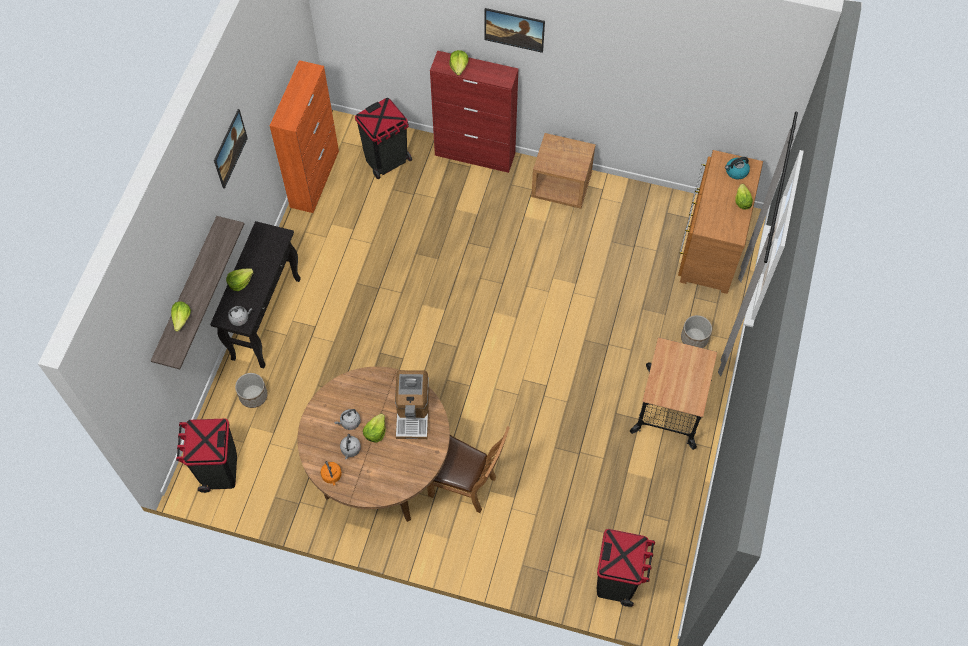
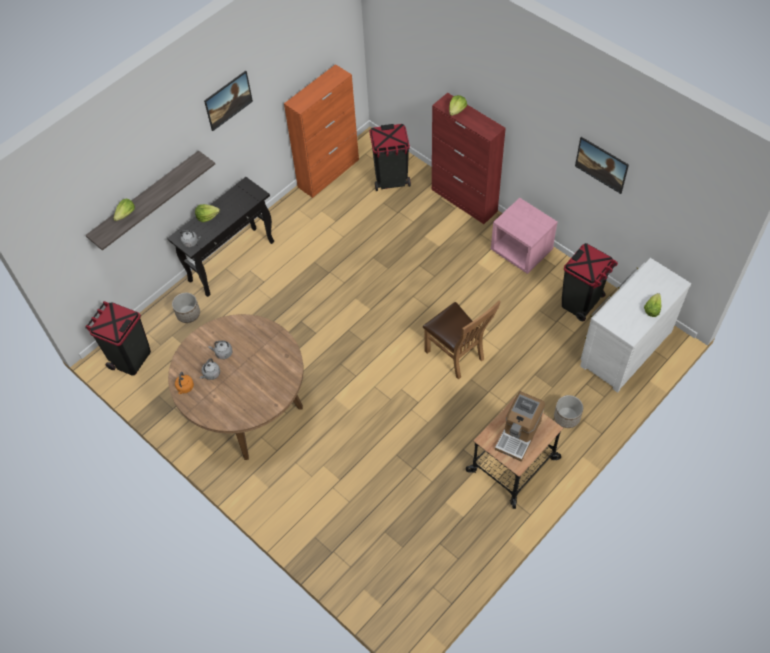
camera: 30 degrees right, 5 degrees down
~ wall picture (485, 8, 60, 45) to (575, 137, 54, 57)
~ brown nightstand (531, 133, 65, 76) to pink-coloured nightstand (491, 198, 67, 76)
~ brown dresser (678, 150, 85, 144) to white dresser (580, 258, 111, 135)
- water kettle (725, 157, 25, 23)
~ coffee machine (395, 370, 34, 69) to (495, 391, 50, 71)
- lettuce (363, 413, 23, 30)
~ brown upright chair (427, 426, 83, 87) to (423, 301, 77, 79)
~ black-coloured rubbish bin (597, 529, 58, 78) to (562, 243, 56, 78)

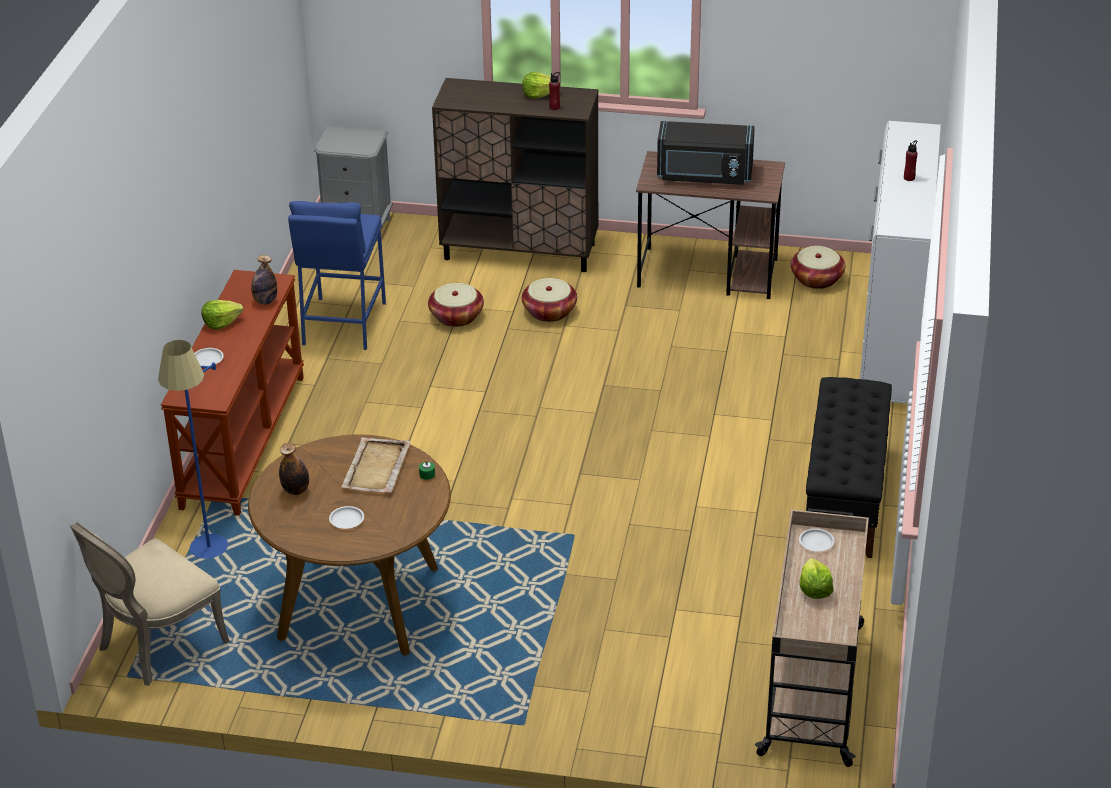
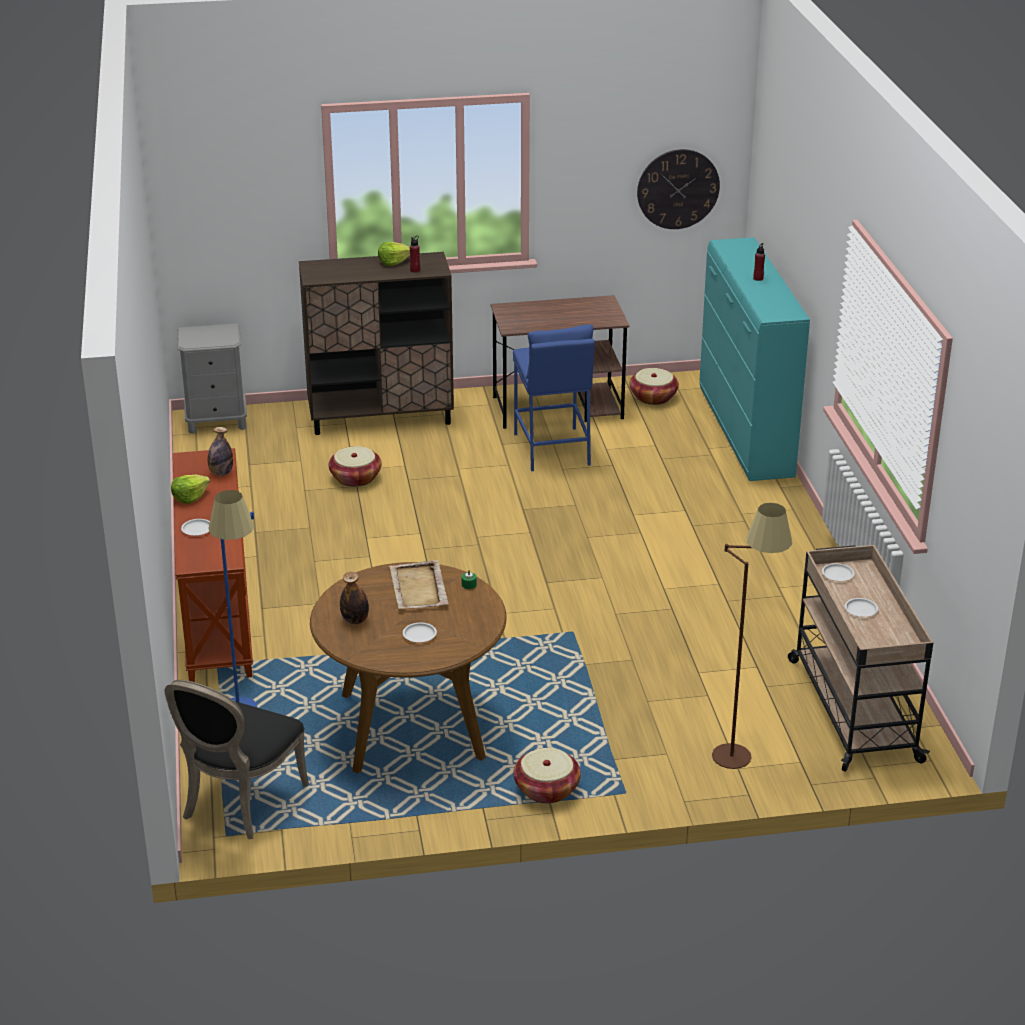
camera: 20 degrees left, 5 degrees down
- black-coloured microwave oven (657, 121, 98, 64)
~ white dresser (860, 121, 81, 283) to turquoise dresser (699, 237, 111, 244)
~ blue-coloured sitting stool (288, 201, 98, 149) to (513, 325, 82, 146)
~ basket (522, 278, 55, 44) to (513, 748, 68, 56)
- black-coloured long seat (806, 377, 86, 181)
~ beige upright chair (69, 522, 160, 164) to black-coloured upright chair (165, 680, 144, 159)
~ lettuce (800, 558, 34, 41) to white plate (845, 598, 33, 19)
+ clock on the wall (637, 149, 83, 80)
+ brown standing lamp (712, 503, 80, 266)

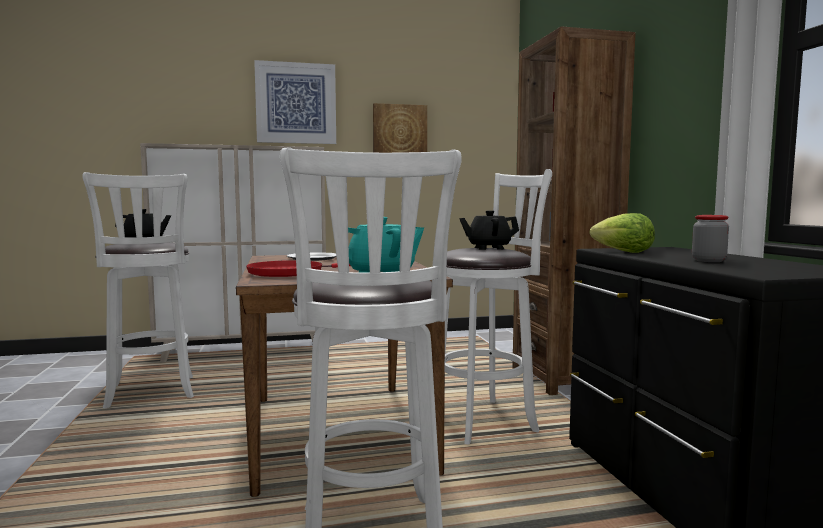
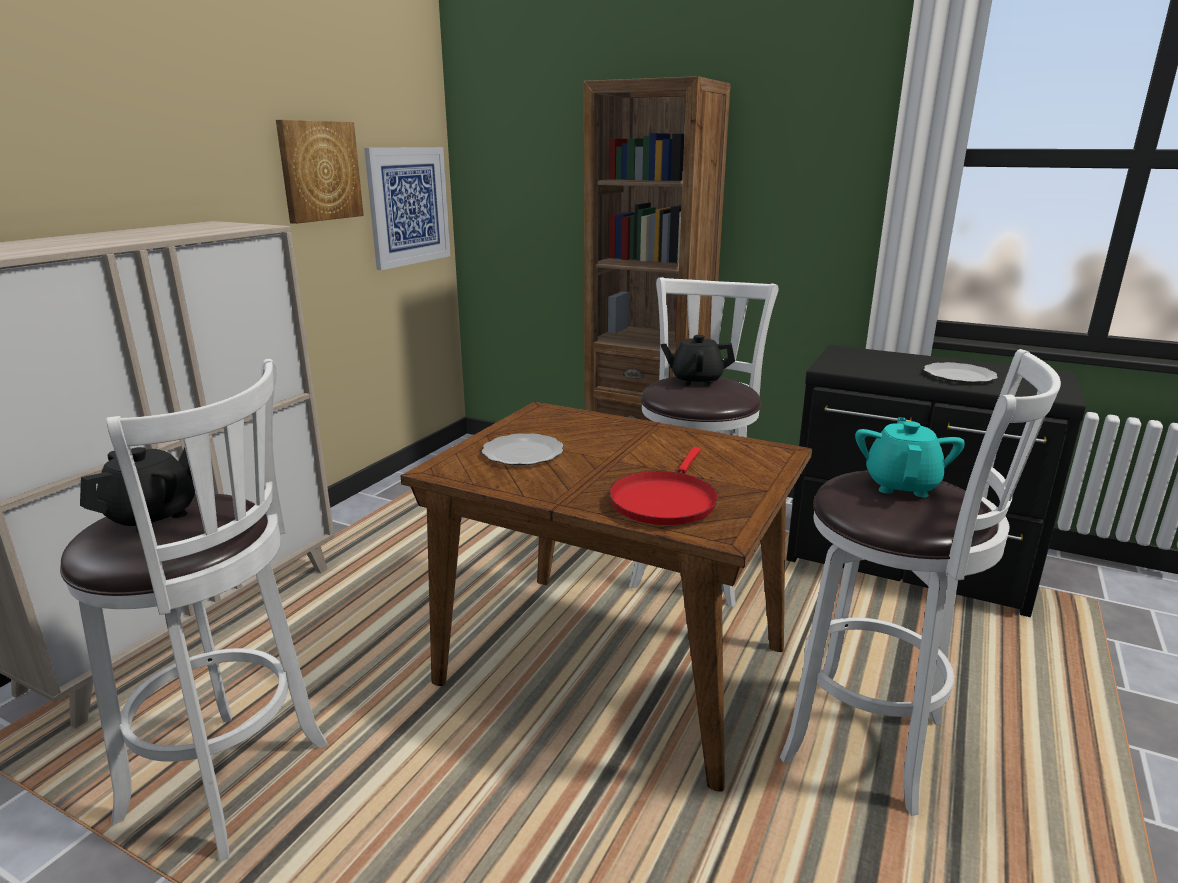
camera: 50 degrees left, 15 degrees up
~ wall picture (254, 60, 82, 84) to (364, 147, 86, 123)
~ black-coloured tea pot (459, 210, 60, 40) = (660, 335, 75, 51) 60 degrees clockwise
- lettuce (590, 213, 65, 40)
~ preserve jar (692, 215, 37, 47) to plate (924, 362, 74, 21)

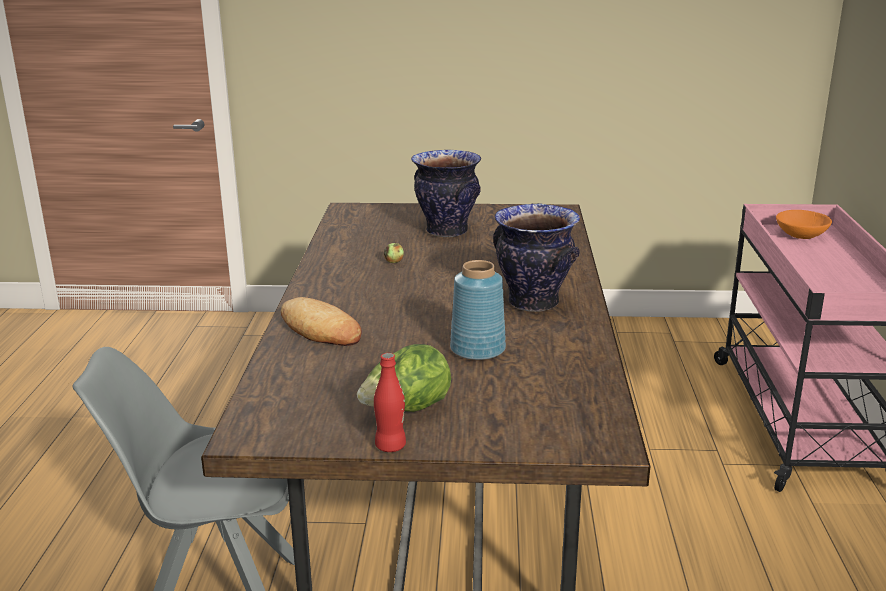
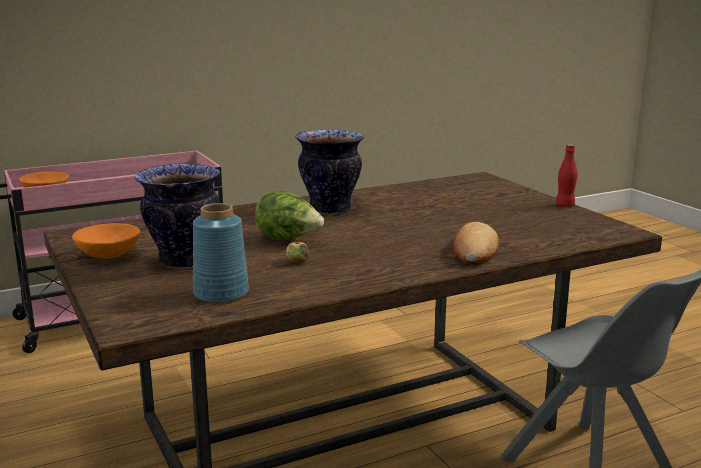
camera: 120 degrees left, 5 degrees down
~ blue-coloured decorative vase (450, 260, 56, 100) to (193, 203, 56, 100)
~ lettuce (357, 344, 94, 68) to (255, 191, 69, 49)
+ orange serving bowl (72, 223, 68, 36)

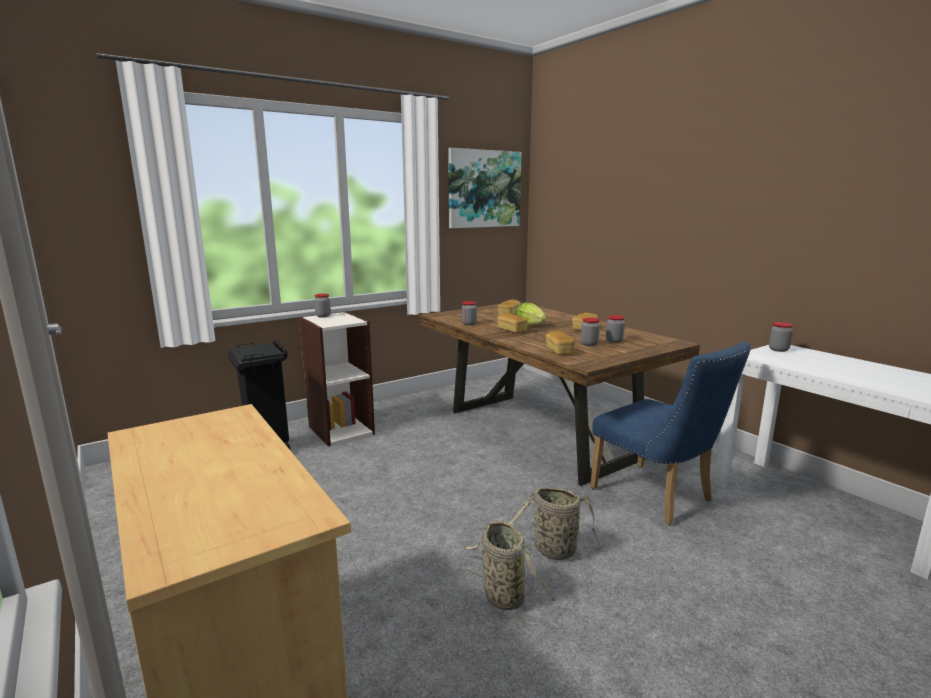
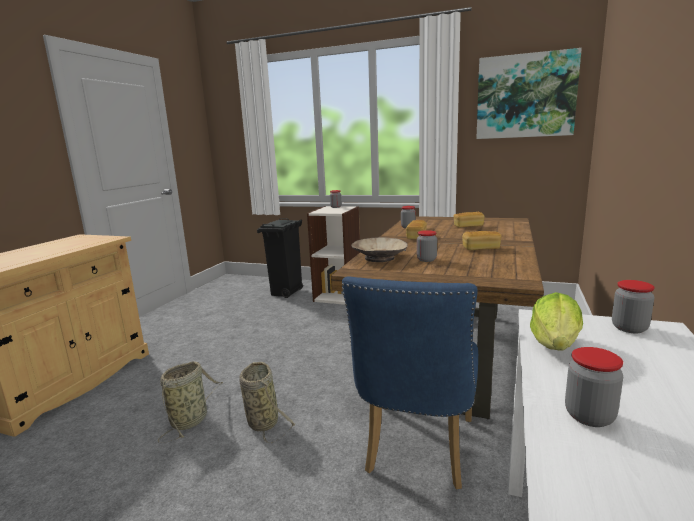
camera: 55 degrees right, 0 degrees up
~ lettuce (516, 302, 30, 24) to (530, 292, 53, 59)
~ preserve jar (606, 315, 19, 28) to (565, 347, 58, 80)
~ baked bread (546, 331, 29, 24) to beige serving bowl (351, 237, 57, 25)

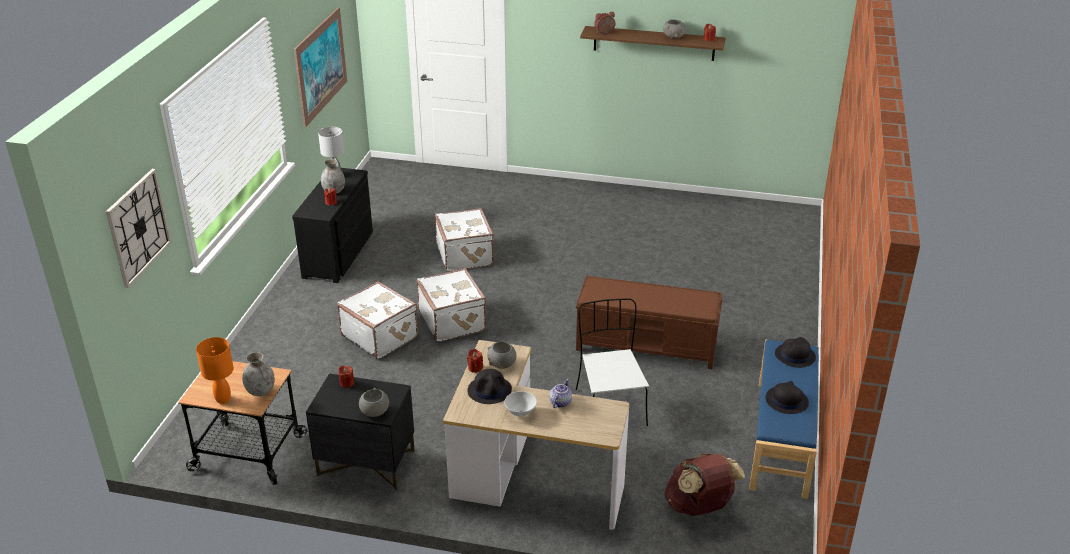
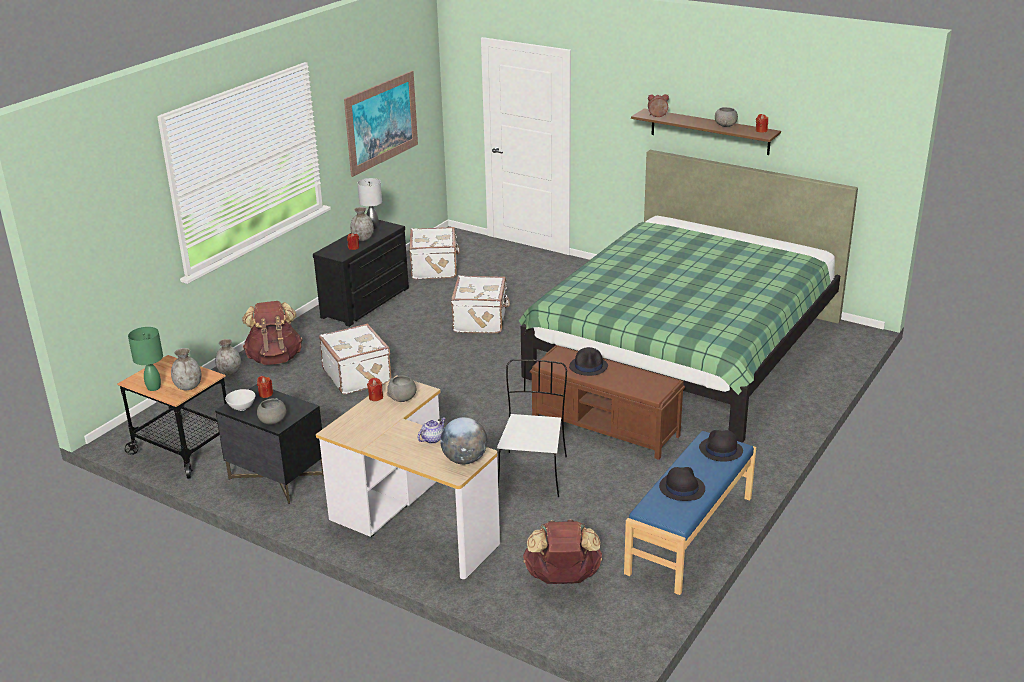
camera: 20 degrees right, 5 degrees down
- clock on the wall (106, 169, 65, 119)
~ white piece of luggage (417, 268, 70, 74) to (409, 227, 51, 52)
~ orange lamp for a table (196, 337, 38, 67) to green lamp for a table (128, 327, 35, 64)
~ black-coloured wearable hat (468, 369, 44, 35) to (569, 347, 39, 29)
~ white serving bowl (505, 391, 32, 26) to (225, 389, 30, 22)
+ green sleeping bed (519, 150, 339, 293)
+ brown backpack (242, 301, 61, 64)
+ gray decorative vase (215, 339, 26, 36)
+ world globe (440, 417, 47, 47)

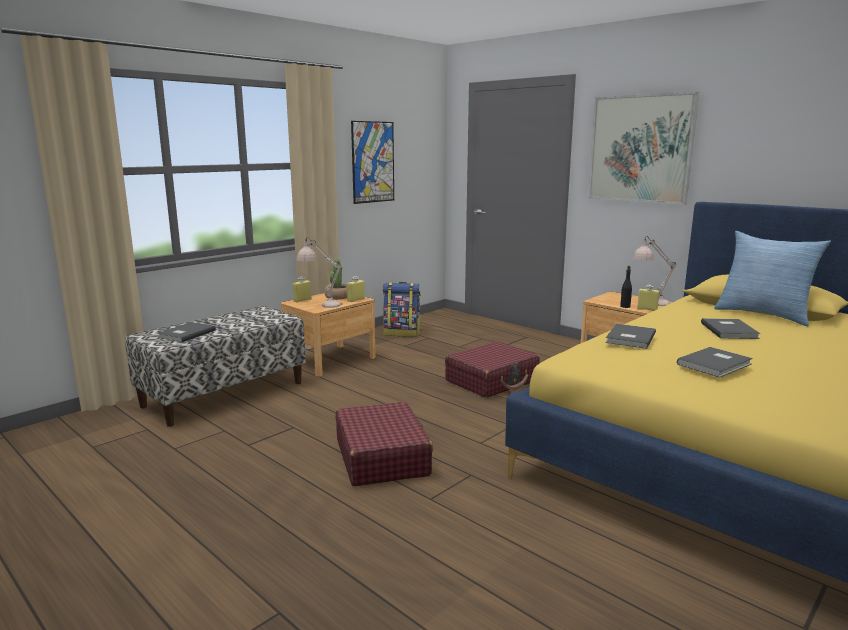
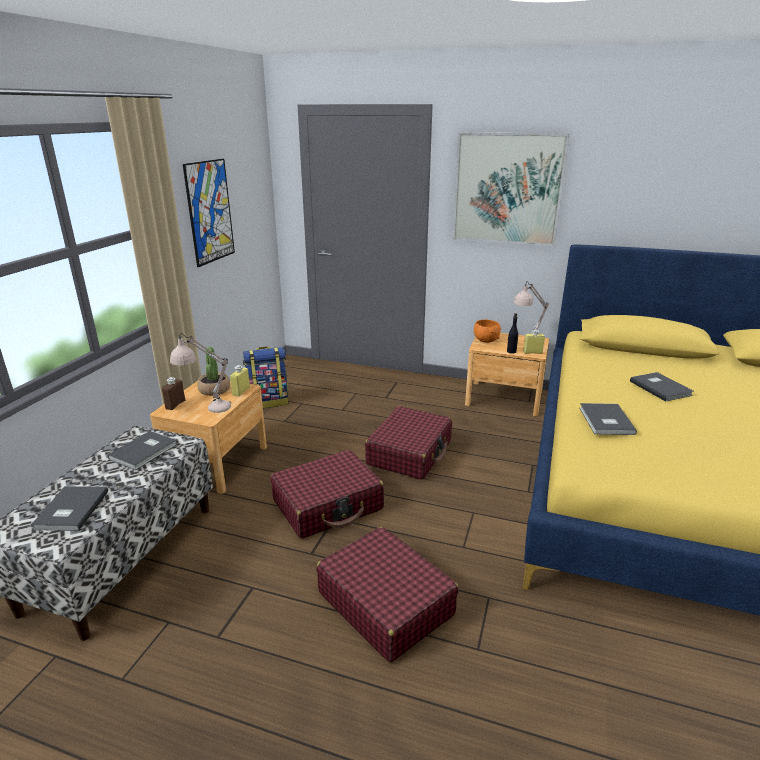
camera: 25 degrees left, 10 degrees up
- pillow (714, 231, 117, 95)
~ yellow bottle (292, 277, 19, 25) to brown bottle (162, 377, 23, 33)
~ gray book (677, 347, 75, 30) to (108, 431, 69, 39)
+ orange serving bowl (474, 320, 27, 23)
+ red piece of luggage (270, 450, 114, 89)

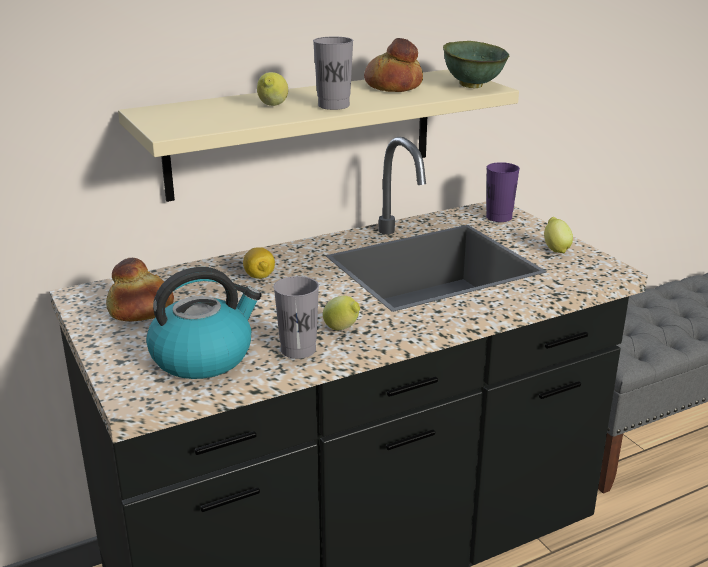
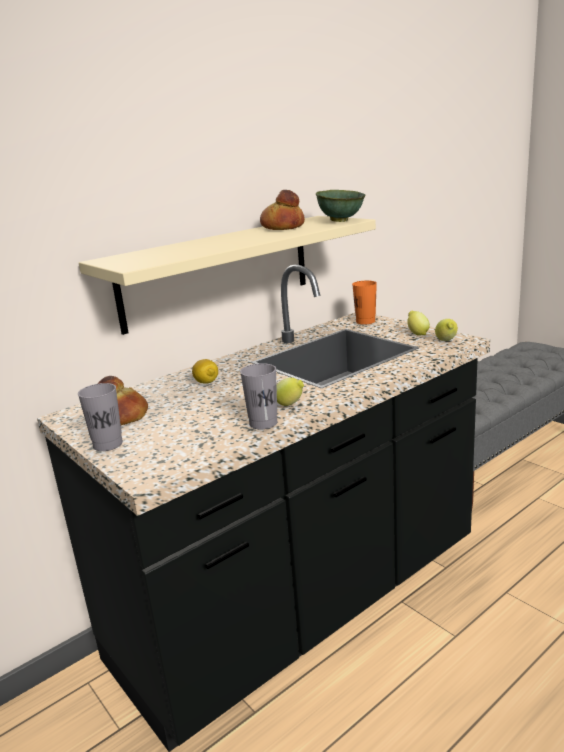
camera: 10 degrees left, 5 degrees down
~ gray small cup (313, 36, 40, 74) to (78, 383, 45, 68)
~ whole lemon (257, 72, 31, 34) to (435, 319, 23, 22)
~ purple-coloured small cup (486, 162, 34, 60) to orange small cup (352, 281, 25, 44)
- water kettle (146, 267, 115, 112)

